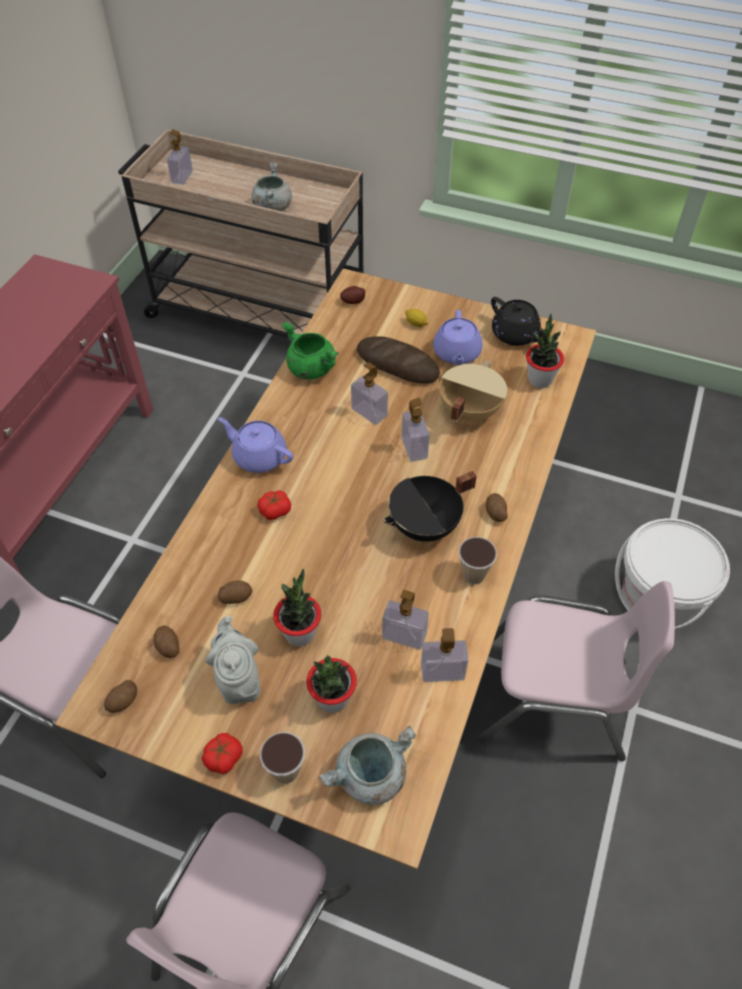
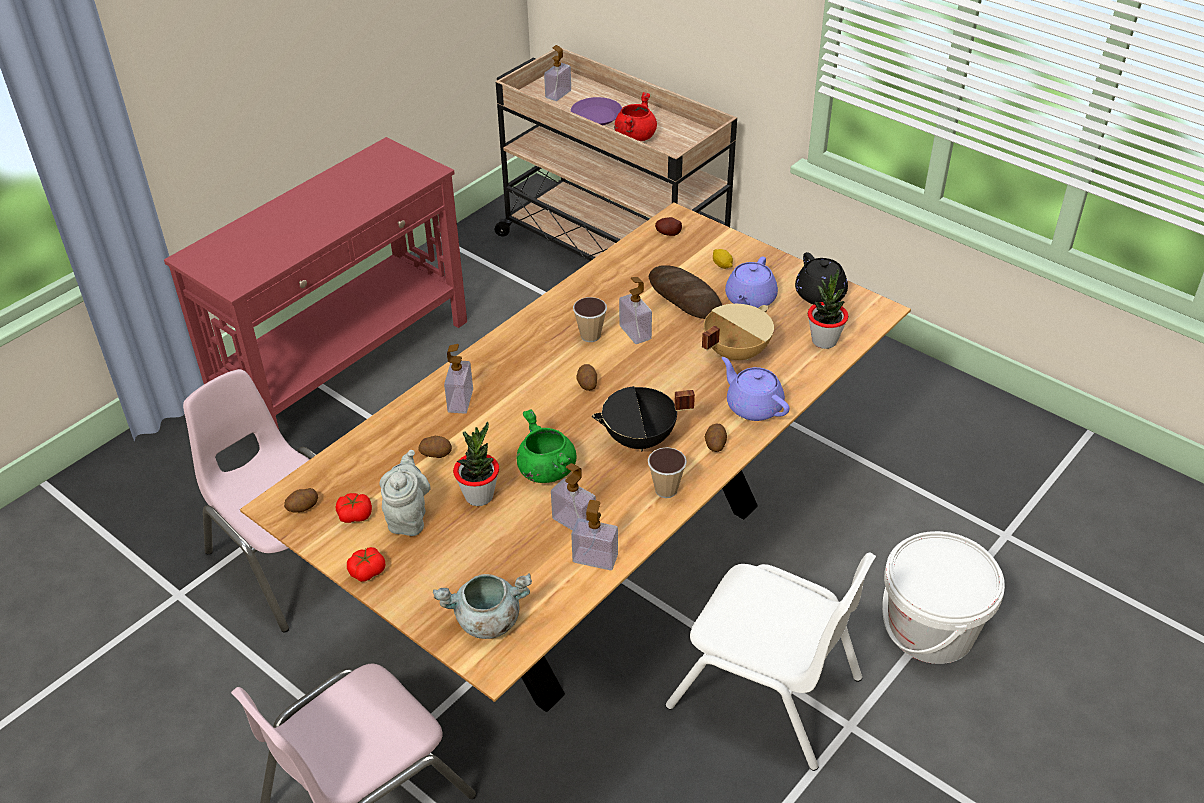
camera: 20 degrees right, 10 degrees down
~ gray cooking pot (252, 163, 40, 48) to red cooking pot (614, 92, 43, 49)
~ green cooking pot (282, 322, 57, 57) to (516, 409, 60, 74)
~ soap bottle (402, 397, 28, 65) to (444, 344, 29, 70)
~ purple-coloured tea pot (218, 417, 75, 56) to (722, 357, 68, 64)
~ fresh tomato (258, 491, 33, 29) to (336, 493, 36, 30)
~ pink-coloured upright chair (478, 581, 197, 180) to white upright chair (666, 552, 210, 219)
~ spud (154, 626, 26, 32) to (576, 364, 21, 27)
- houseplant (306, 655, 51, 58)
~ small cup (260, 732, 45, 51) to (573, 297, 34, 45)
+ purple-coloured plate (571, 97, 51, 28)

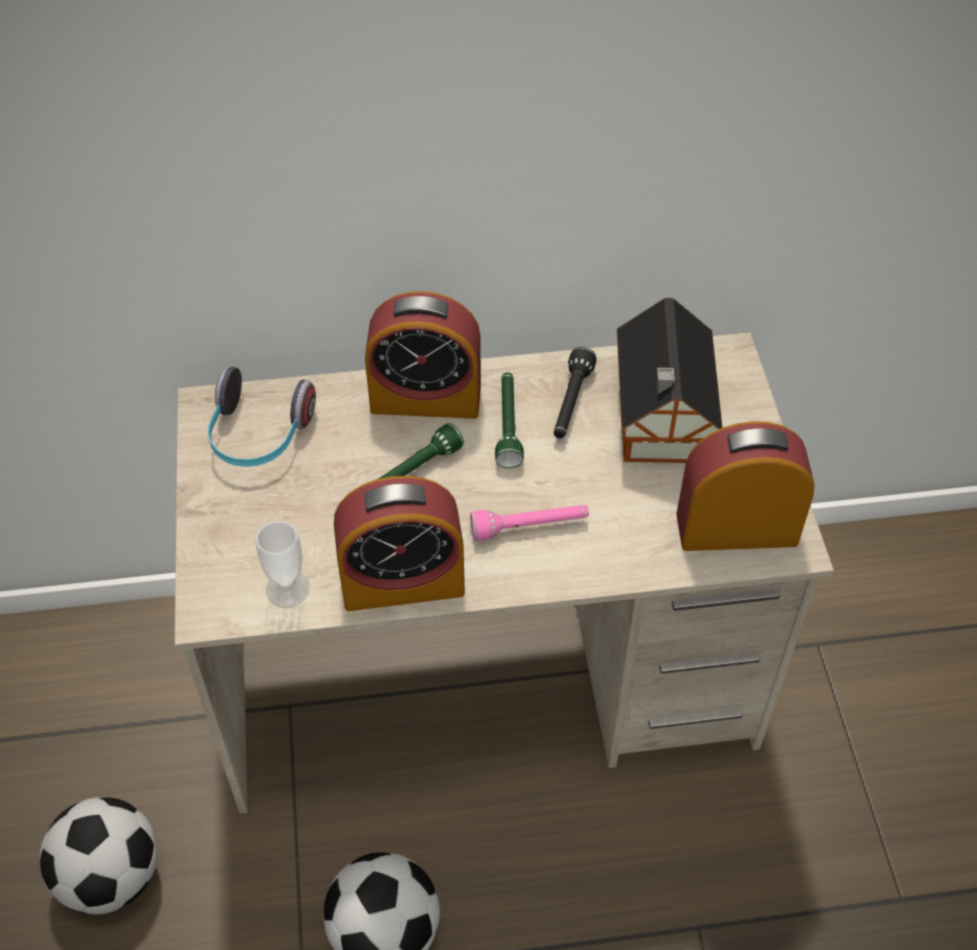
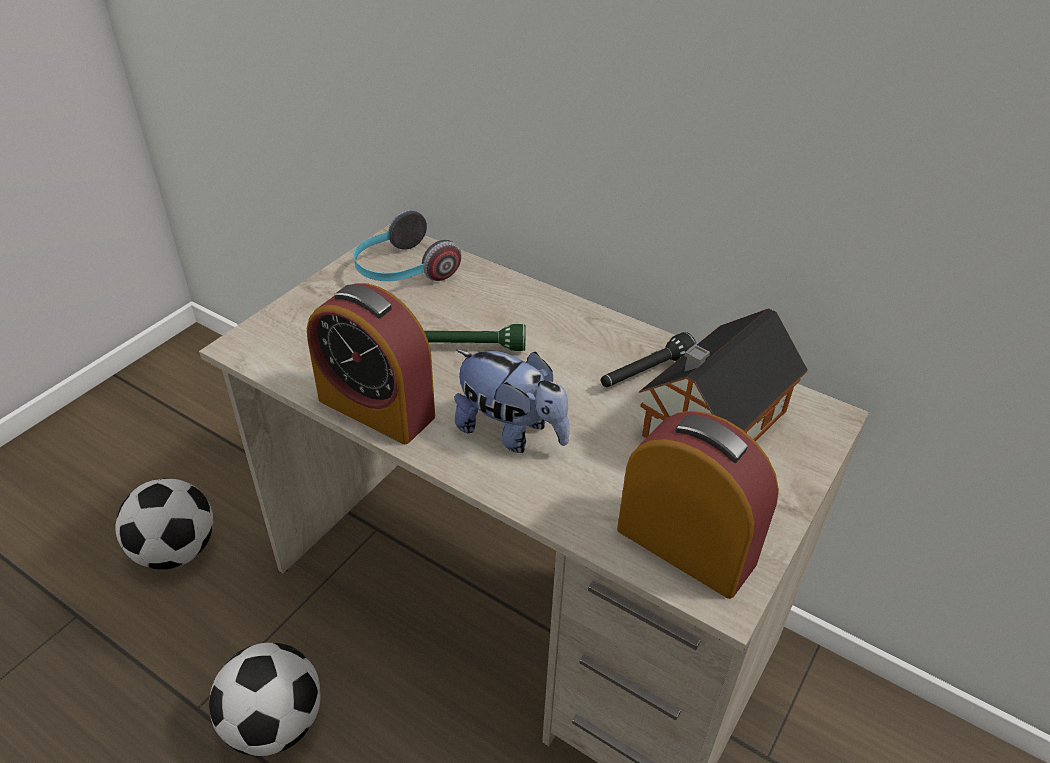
camera: 40 degrees right, 10 degrees down
- bedside clock (365, 291, 116, 128)
- green flashlight (495, 372, 29, 96)
~ pink-coloured flashlight (470, 505, 119, 36) to plush toy (454, 350, 116, 103)
- small cup (255, 521, 54, 87)

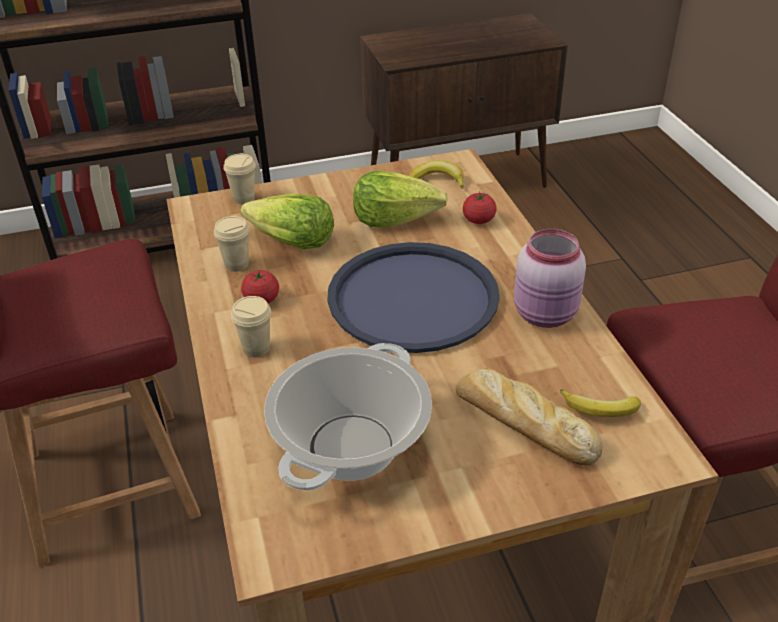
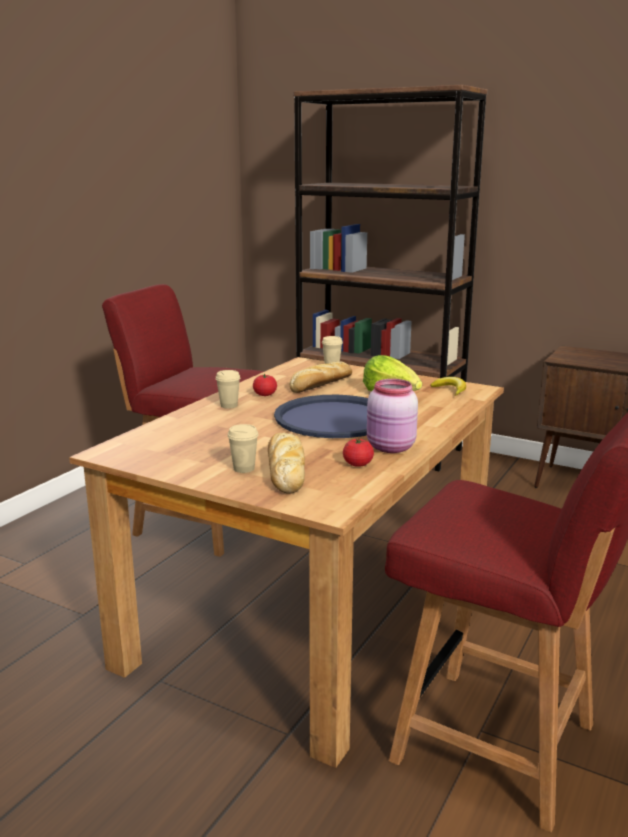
camera: 45 degrees right, 20 degrees down
~ fresh tomato (463, 192, 34, 32) to (343, 438, 31, 29)
~ lettuce (240, 194, 94, 55) to baked bread (289, 361, 63, 32)
~ beige small cup (214, 216, 36, 56) to (227, 424, 32, 49)
- cooking pot (264, 343, 168, 148)
- whole banana (560, 389, 81, 28)

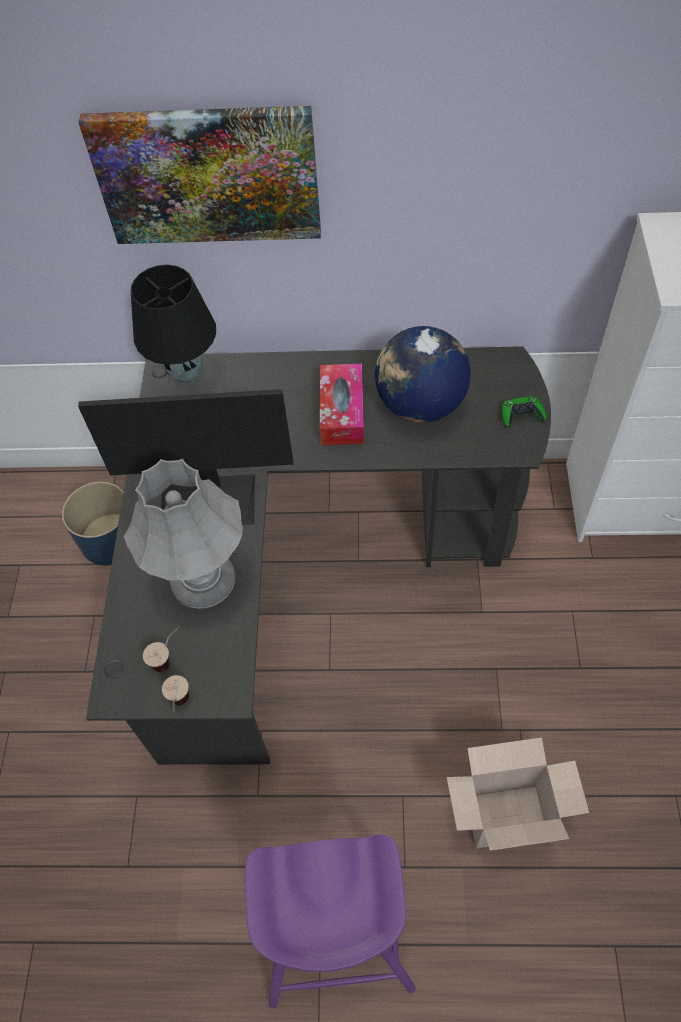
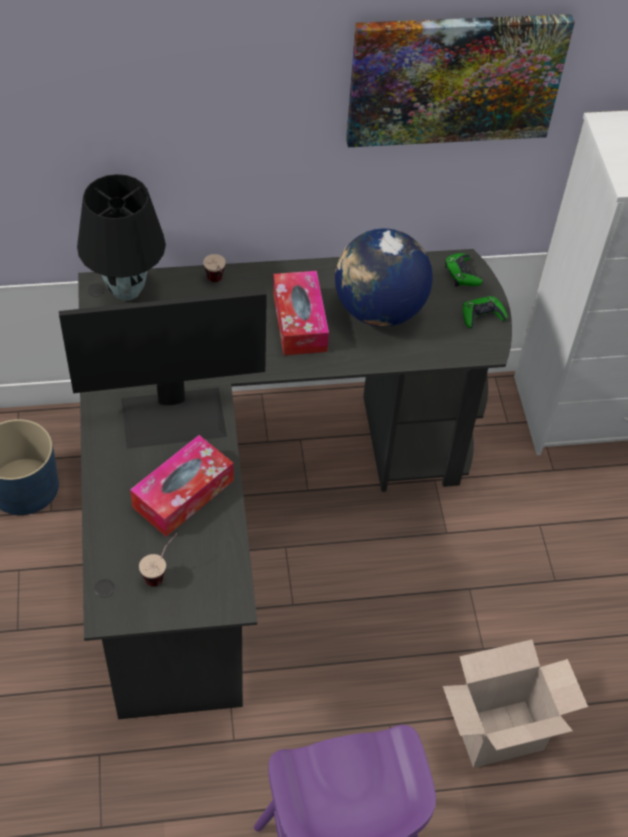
camera: 15 degrees left, 5 degrees down
~ wall picture (78, 106, 243, 138) to (346, 14, 229, 133)
~ gray lamp for a table (123, 459, 120, 150) to tissue box (130, 435, 104, 102)
~ small cup (162, 675, 27, 41) to (203, 254, 23, 28)
+ green game controller (445, 253, 38, 34)

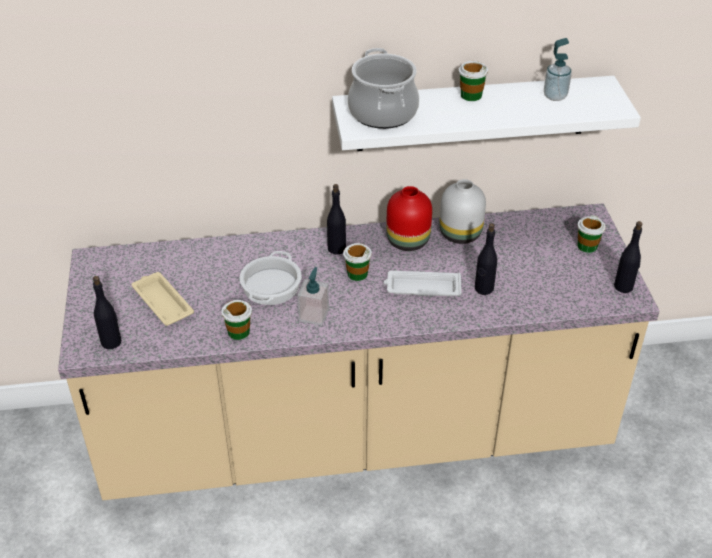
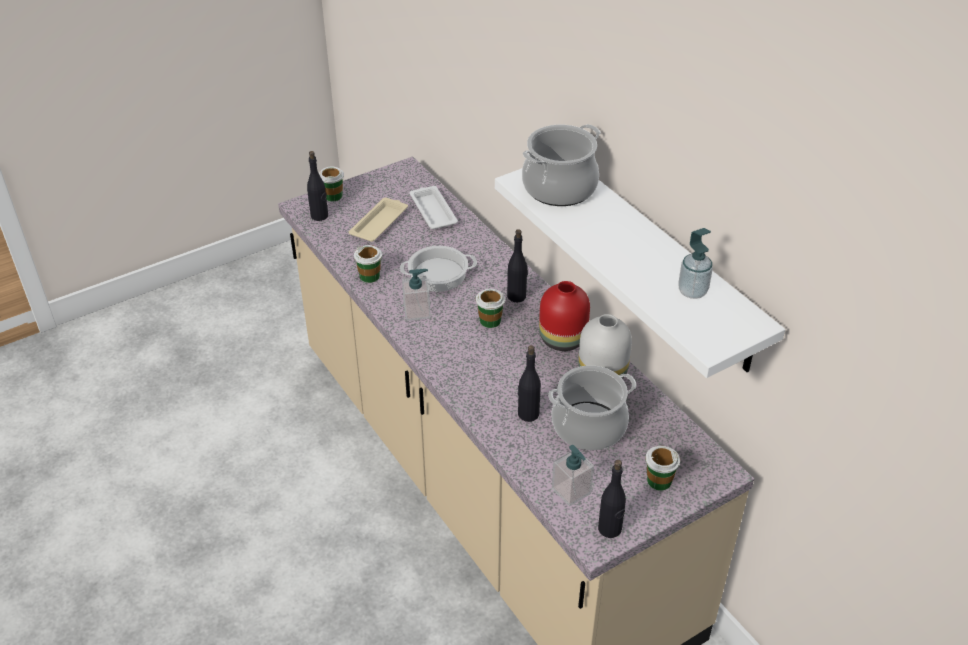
camera: 65 degrees right, 0 degrees up
~ small cup (458, 61, 30, 40) to (319, 167, 25, 34)
~ white tray (384, 271, 78, 25) to (409, 186, 49, 43)
+ cooking pot (548, 365, 89, 85)
+ soap bottle (552, 445, 42, 61)

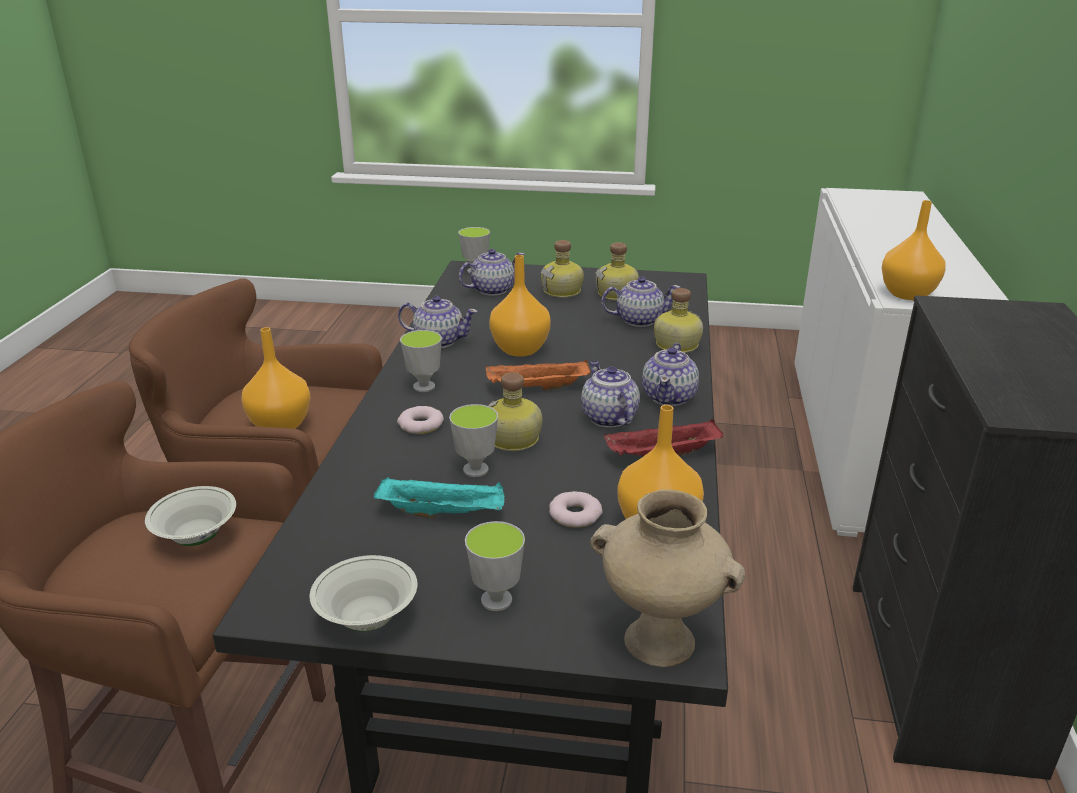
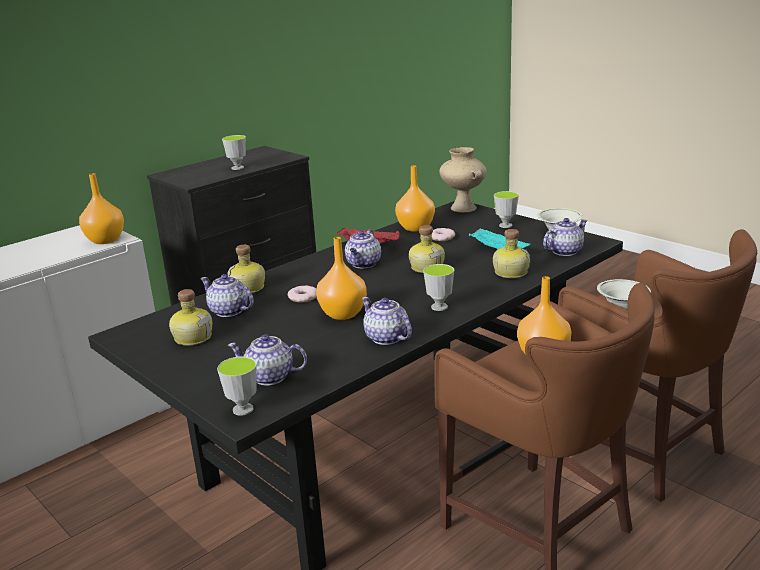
camera: 140 degrees left, 5 degrees down
~ bottle (541, 240, 43, 58) to (493, 229, 37, 49)
~ tea pot (642, 343, 57, 63) to (543, 218, 45, 38)
- orange tray (485, 360, 105, 31)
~ small cup (449, 404, 49, 73) to (222, 135, 24, 35)
~ ring doughnut (397, 406, 47, 28) to (288, 285, 29, 18)

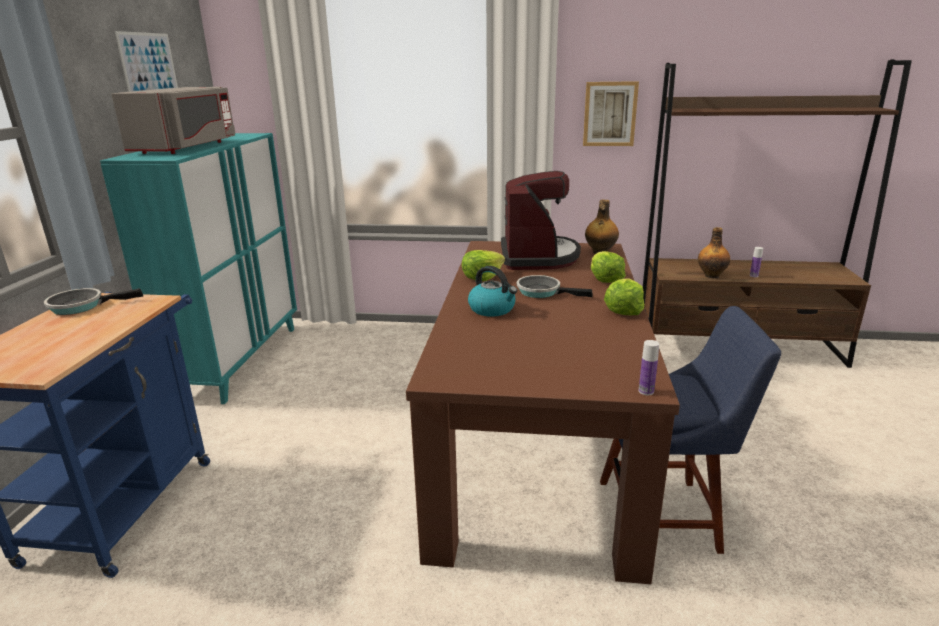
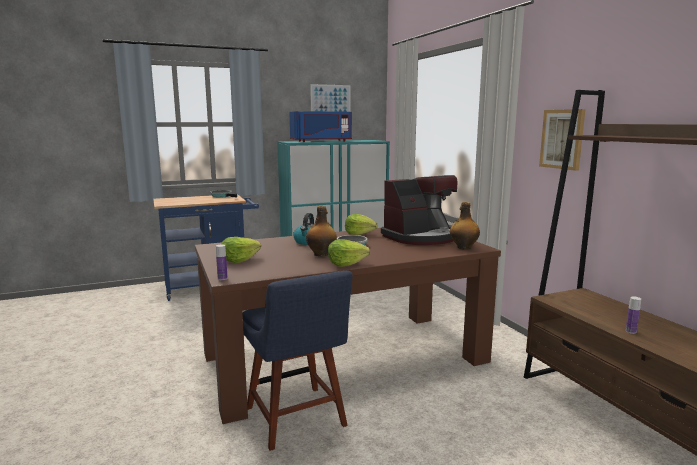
camera: 60 degrees right, 10 degrees down
~ gray microwave oven (112, 87, 123, 67) to blue-coloured microwave oven (289, 111, 63, 31)
~ bottle (698, 227, 33, 51) to (306, 206, 31, 50)
~ lettuce (591, 251, 35, 32) to (221, 237, 40, 26)

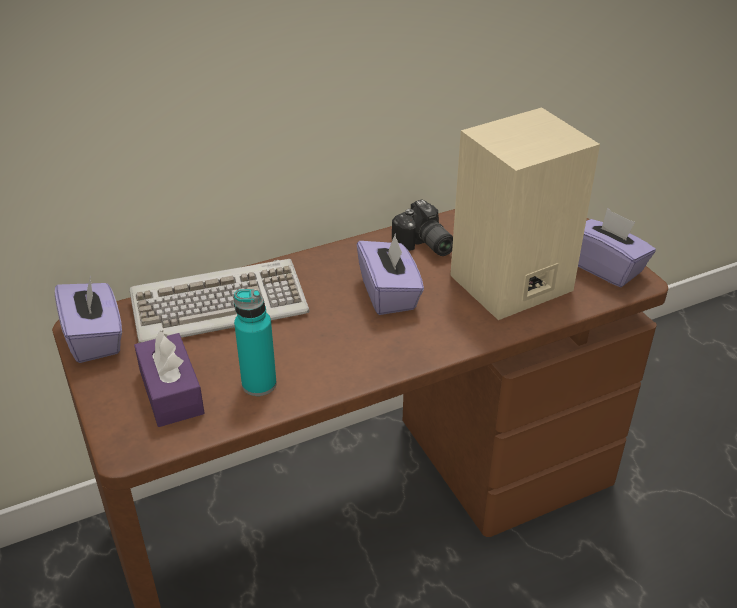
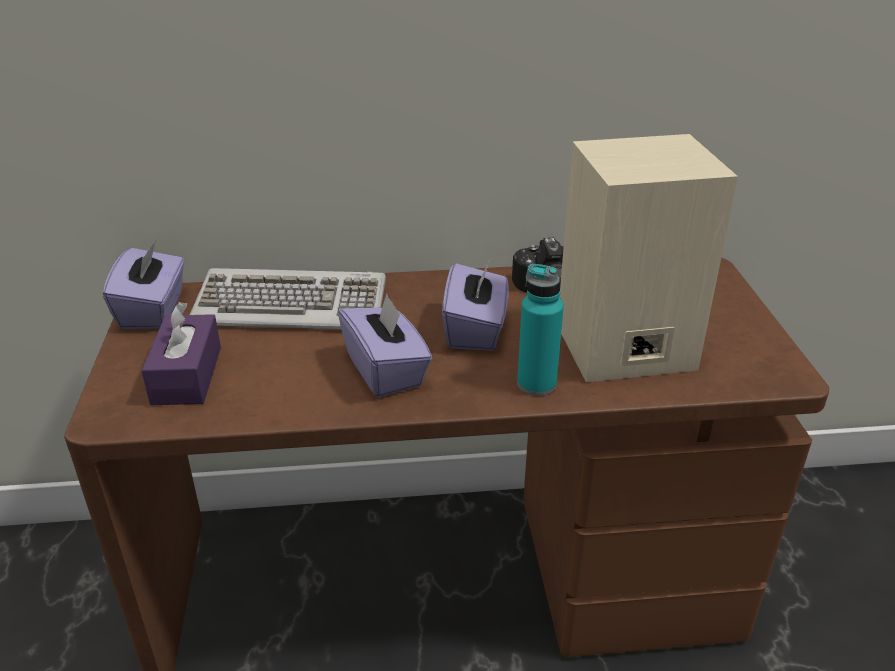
camera: 20 degrees right, 5 degrees down
~ purple-coloured tissue box (578, 208, 78, 79) to (338, 293, 94, 105)
~ turquoise bottle (234, 289, 43, 107) to (517, 264, 47, 132)

